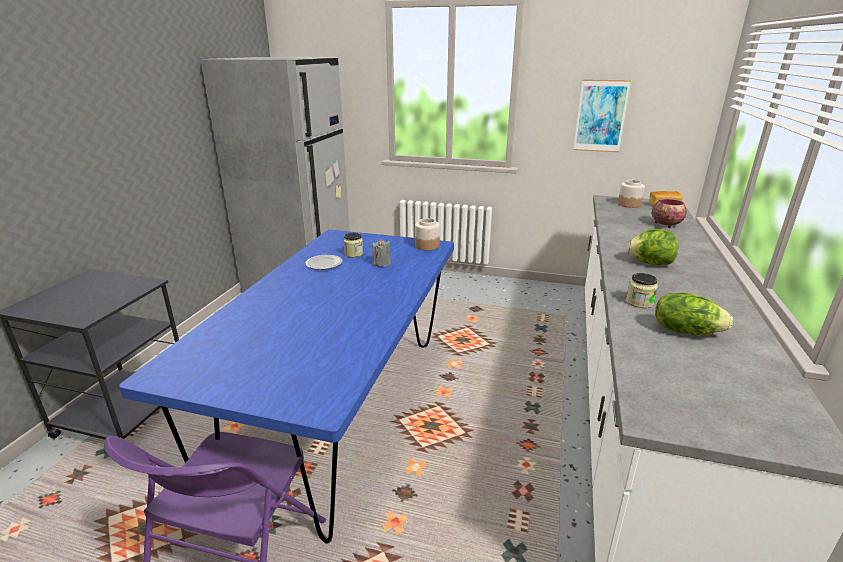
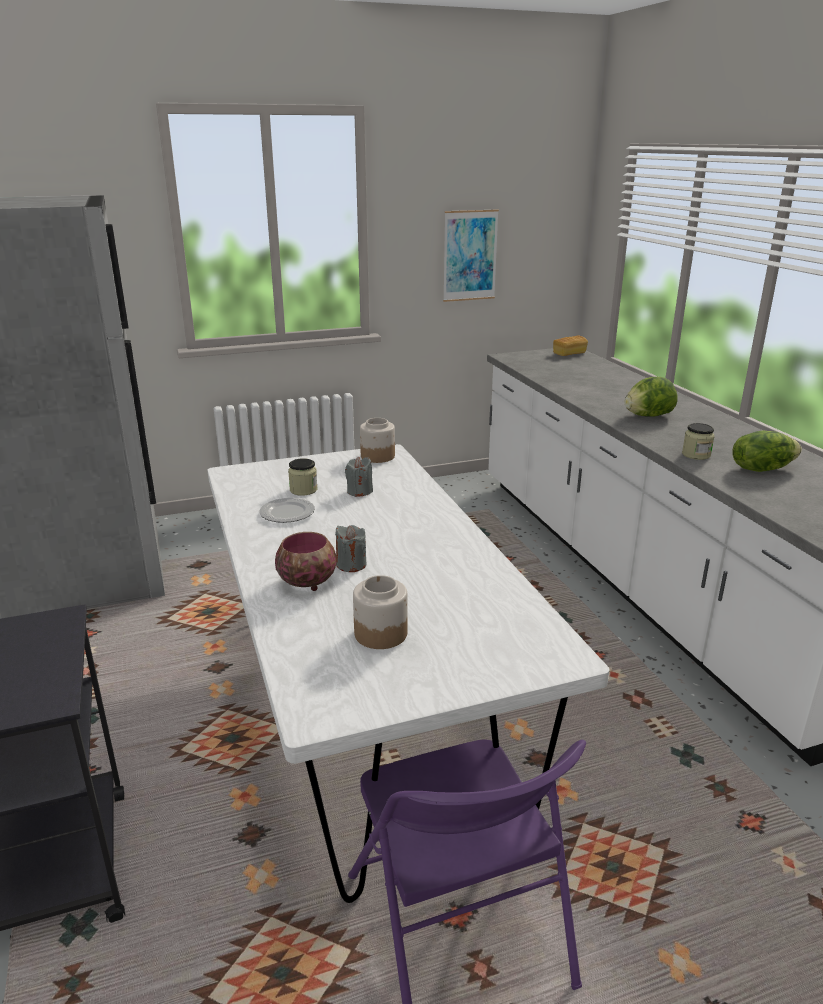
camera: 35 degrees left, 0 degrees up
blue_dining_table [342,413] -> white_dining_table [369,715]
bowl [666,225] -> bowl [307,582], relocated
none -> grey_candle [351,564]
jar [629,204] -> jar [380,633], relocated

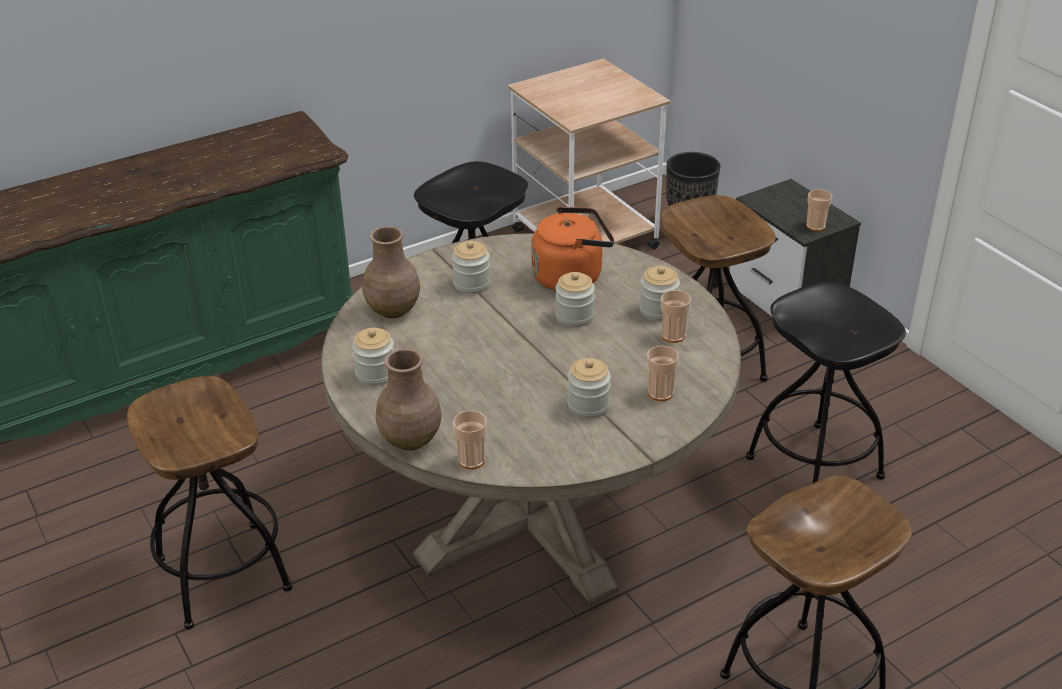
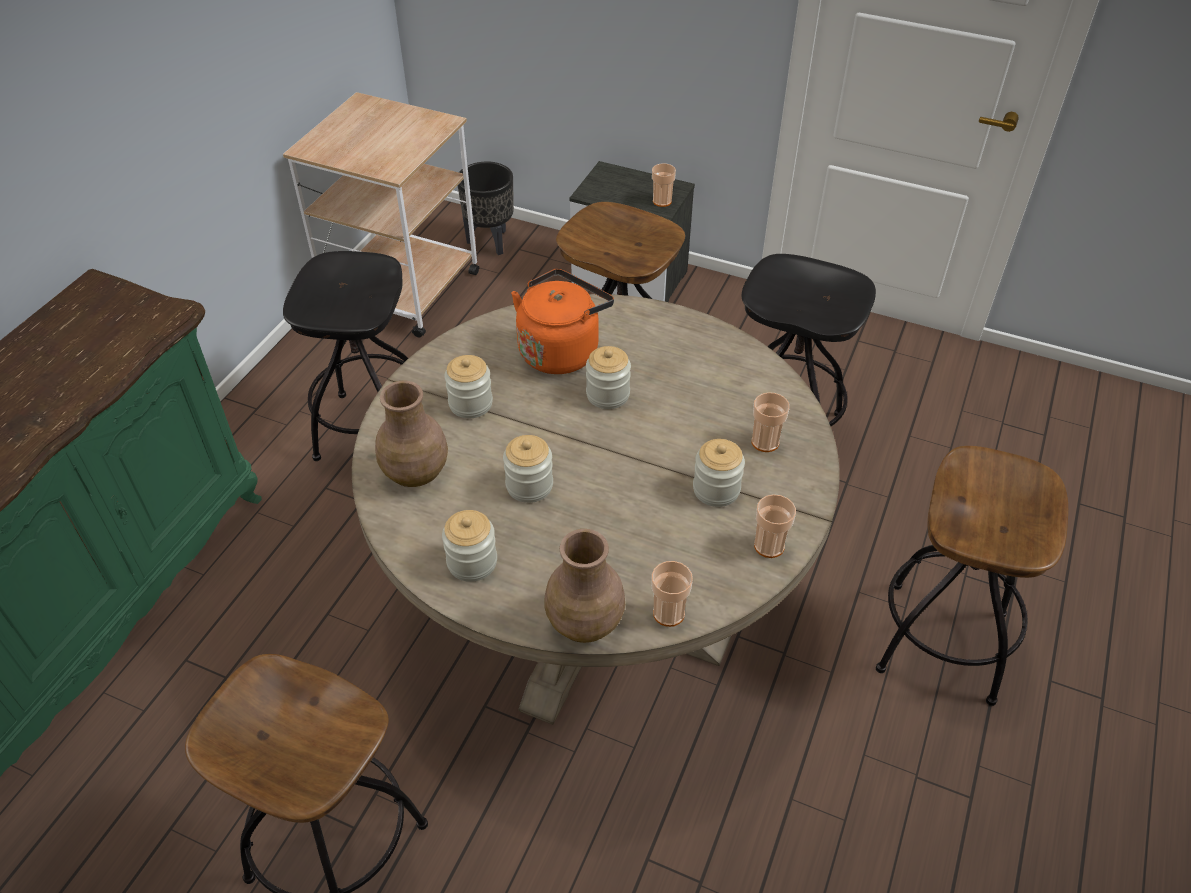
camera: 35 degrees left, 10 degrees up
jar [658,310] -> jar [529,485], relocated
cup [673,335] -> cup [769,546], relocated

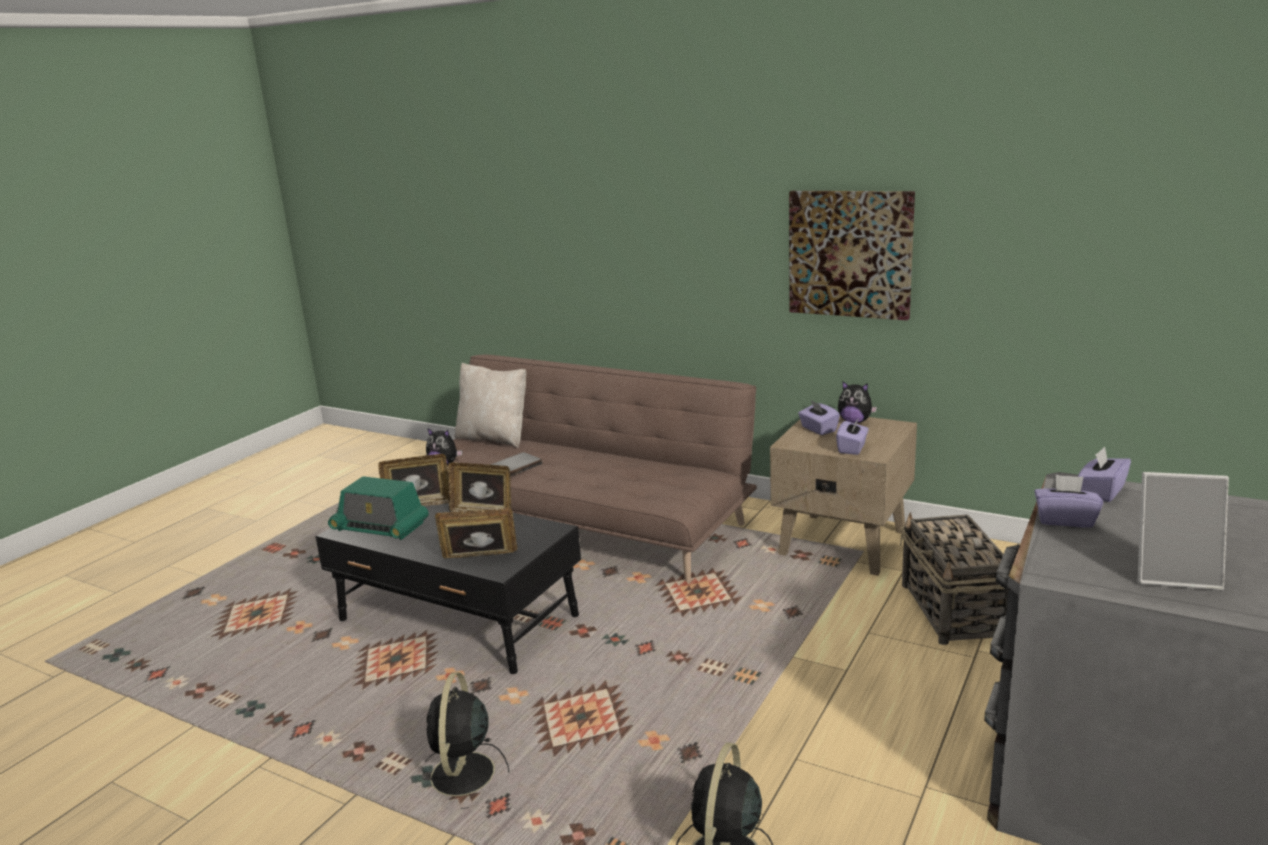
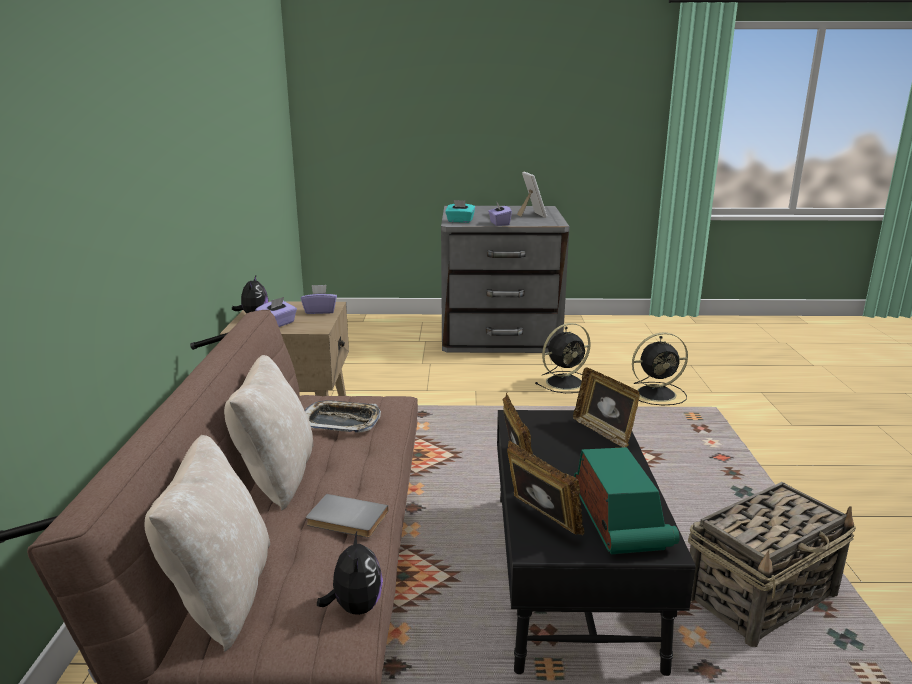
camera: 120 degrees left, 0 degrees up
none -> beige_pillow [276,477]
none -> tray [341,422]
purple_tissue_box [1101,491] -> turquoise_tissue_box [460,221]
black_fan [462,777] -> black_fan [566,382], relocated
basket [954,611] -> basket [761,596], relocated
picture [850,253] -> none

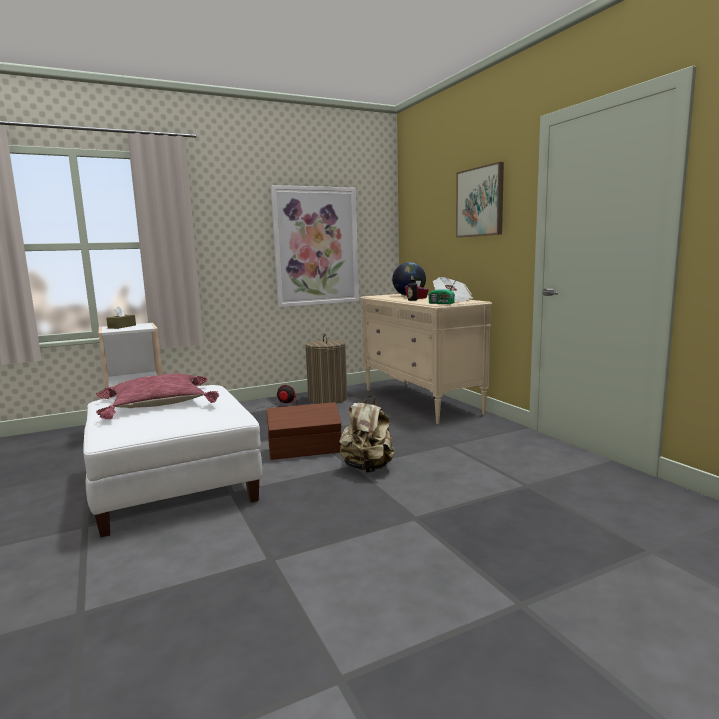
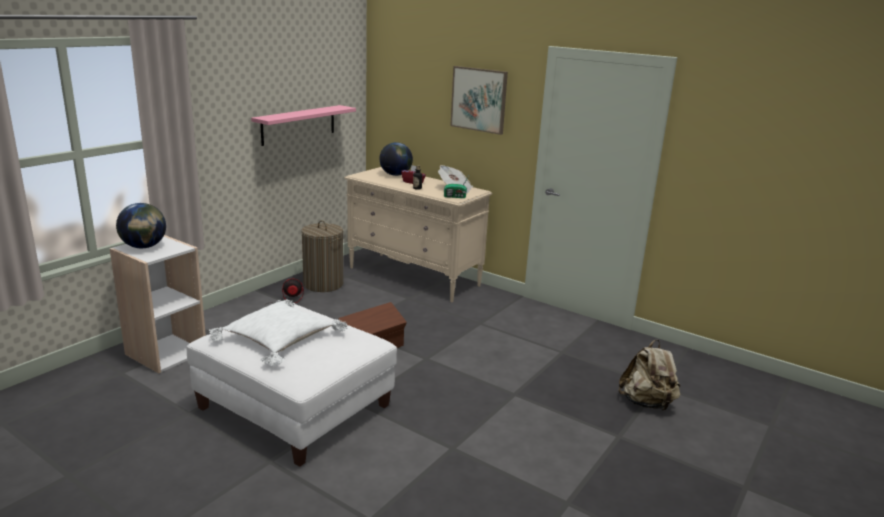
camera: 30 degrees left, 10 degrees up
brown_tissue_box [122,326] -> globe [144,247]
red_pillow [158,401] -> white_pillow [279,335]
picture [316,246] -> pink_shelf [298,125]
beige_backpack [368,468] -> beige_backpack [647,403], relocated

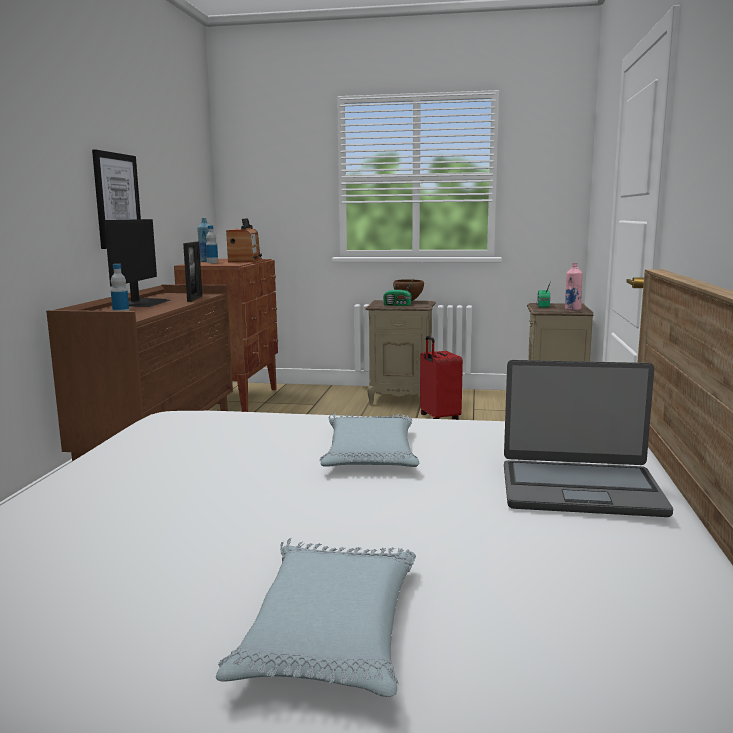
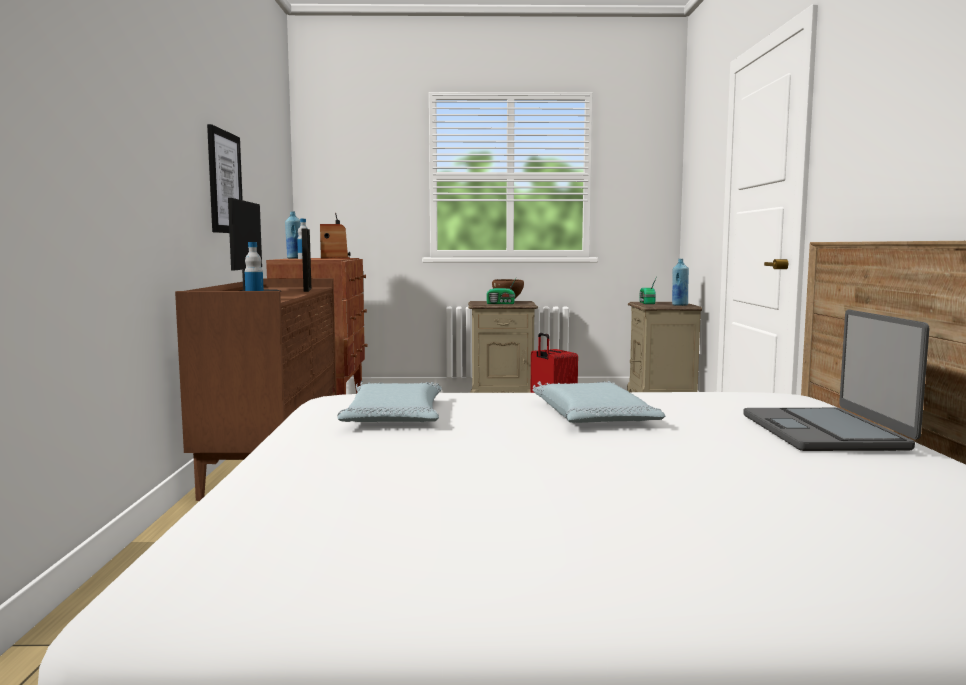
camera: 10 degrees left, 5 degrees down
blue_pillow [329,626] -> blue_pillow [394,414], relocated
pink_bottle [572,309] -> blue_bottle [679,305]
laptop [580,489] -> laptop [825,432], 90 degrees clockwise

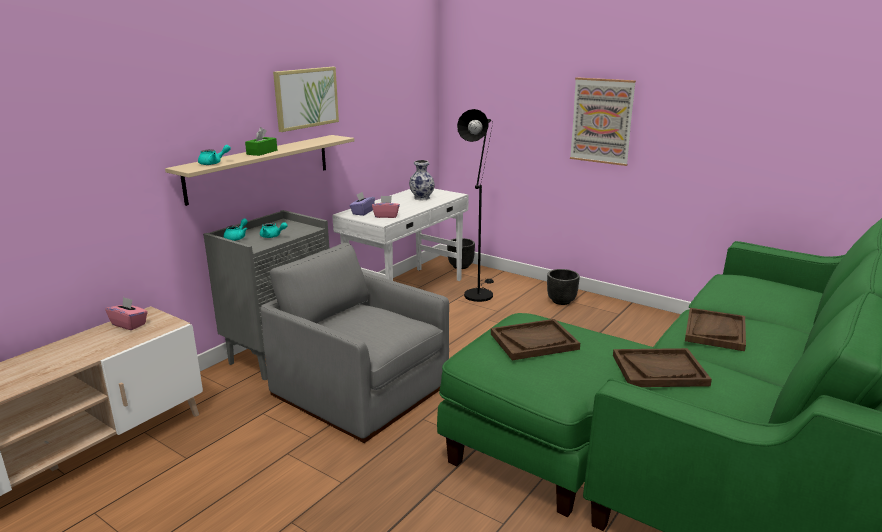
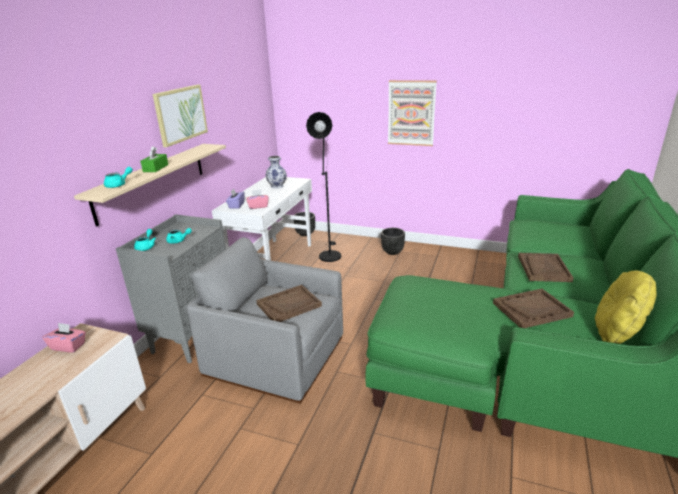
camera: 15 degrees left, 5 degrees up
brown_tray [534,341] -> brown_tray [289,305], relocated
none -> yellow_pillow [616,335]

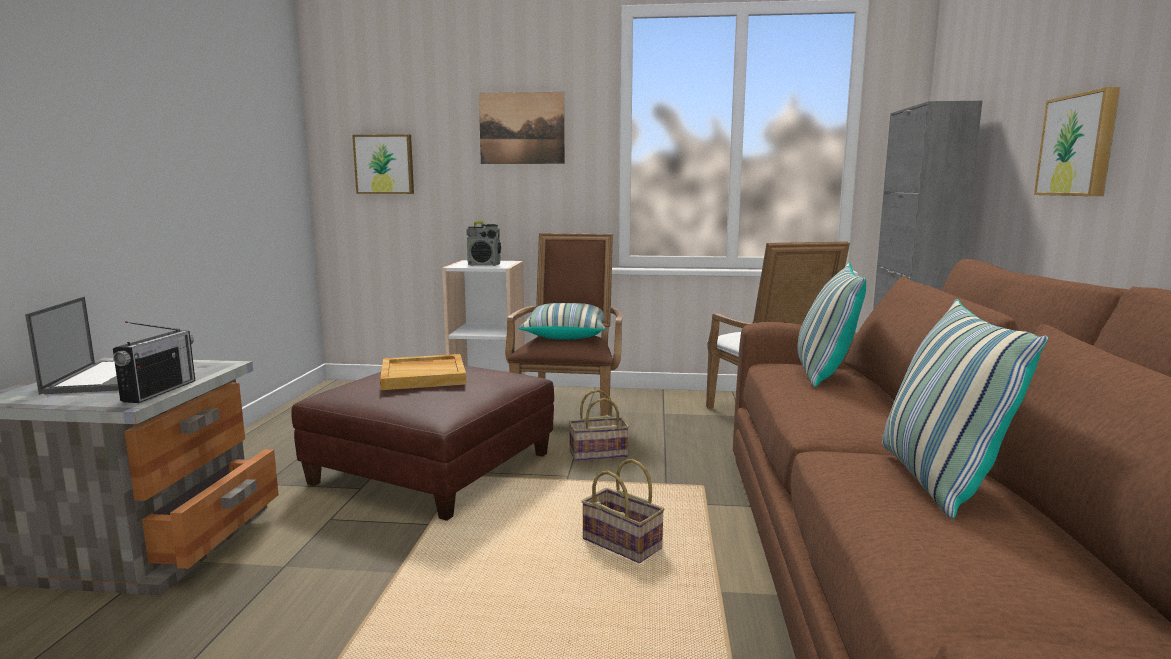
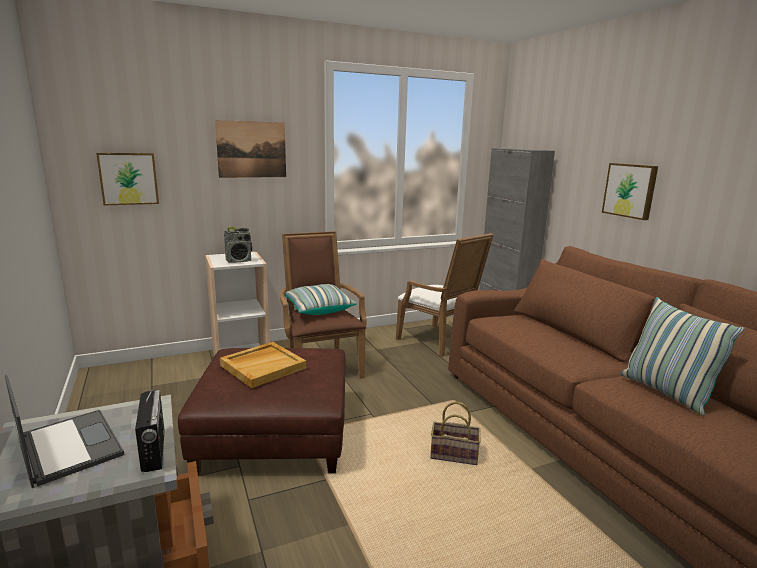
camera: 30 degrees left, 5 degrees up
basket [597,454] -> none
pillow [823,374] -> none

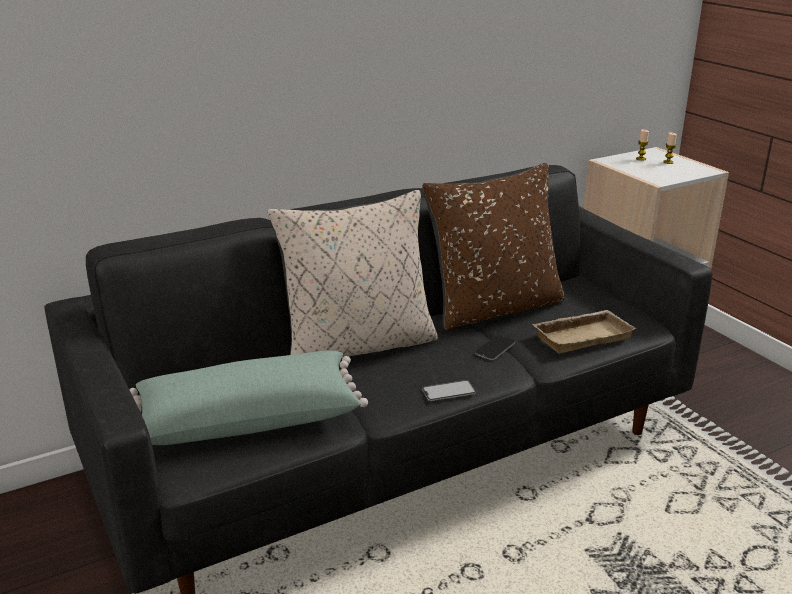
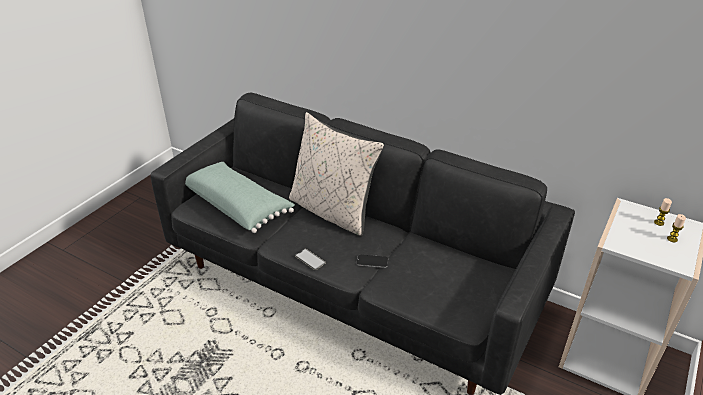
camera: 60 degrees right, 10 degrees up
brown_pillow [495,308] -> none
beige_tray [582,336] -> none

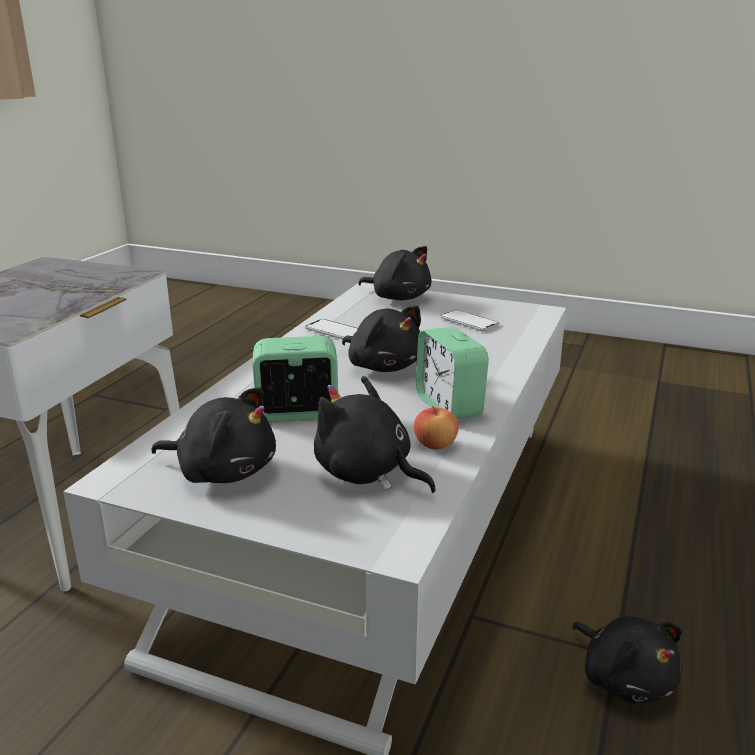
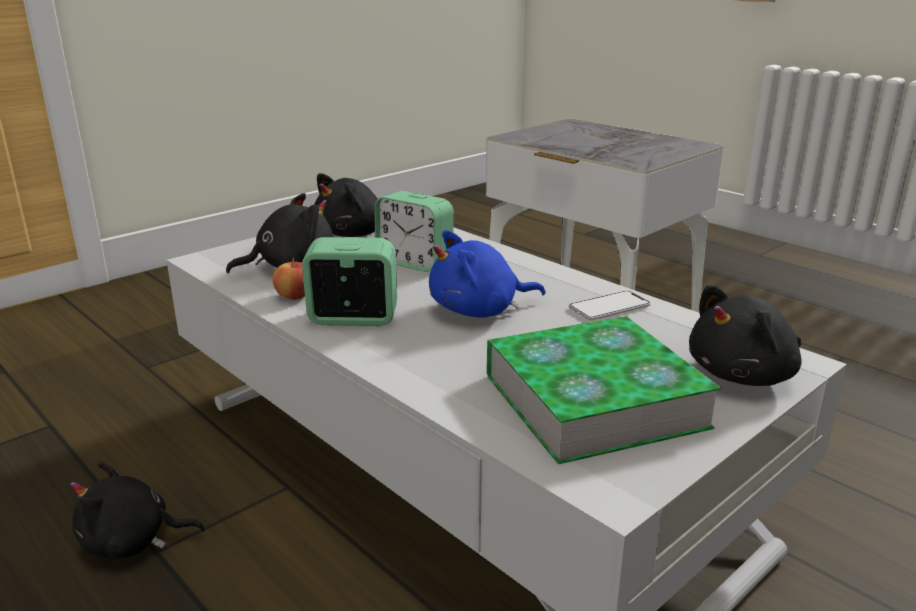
camera: 115 degrees right, 0 degrees up
alarm_clock [297,412] -> alarm_clock [414,262], 105 degrees clockwise
black_plush_toy [383,366] -> blue_plush_toy [479,310]
phone [469,322] -> book [593,400]

